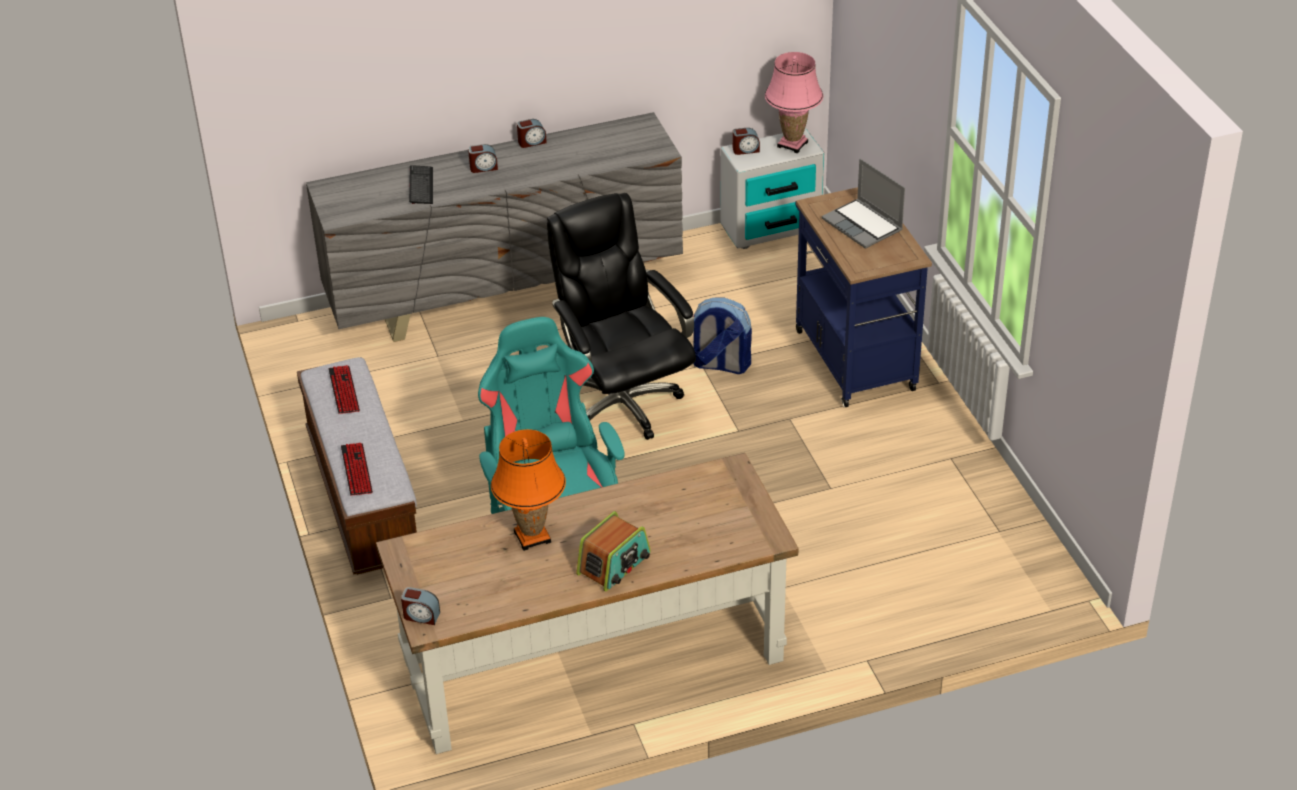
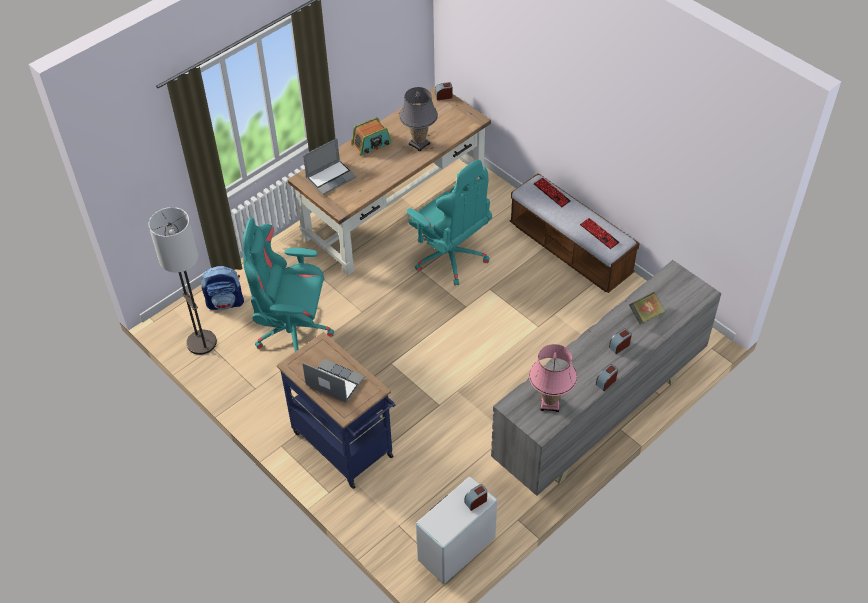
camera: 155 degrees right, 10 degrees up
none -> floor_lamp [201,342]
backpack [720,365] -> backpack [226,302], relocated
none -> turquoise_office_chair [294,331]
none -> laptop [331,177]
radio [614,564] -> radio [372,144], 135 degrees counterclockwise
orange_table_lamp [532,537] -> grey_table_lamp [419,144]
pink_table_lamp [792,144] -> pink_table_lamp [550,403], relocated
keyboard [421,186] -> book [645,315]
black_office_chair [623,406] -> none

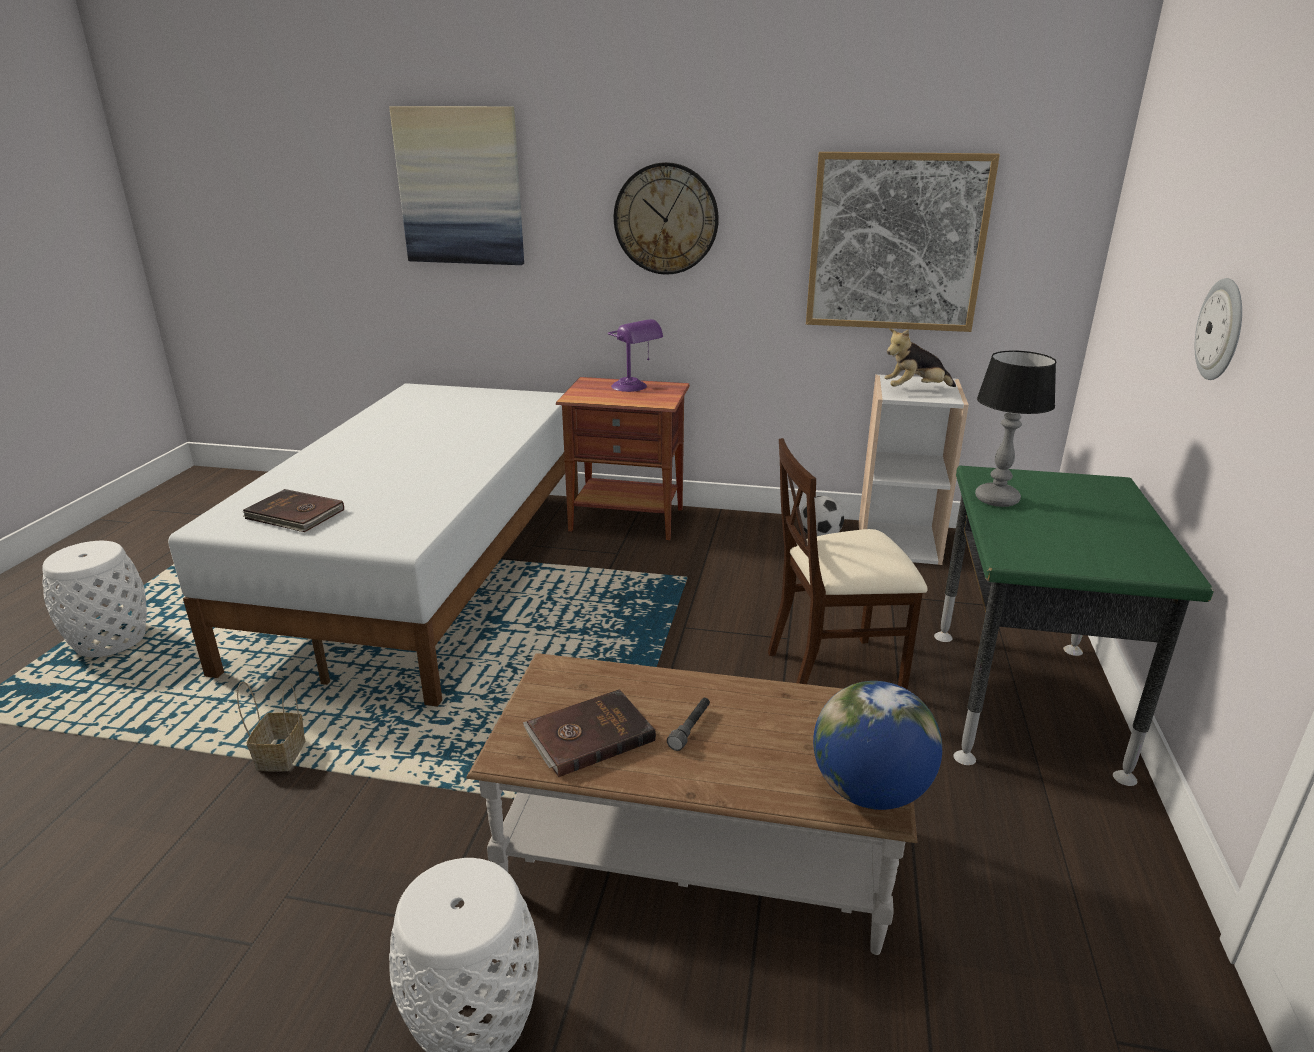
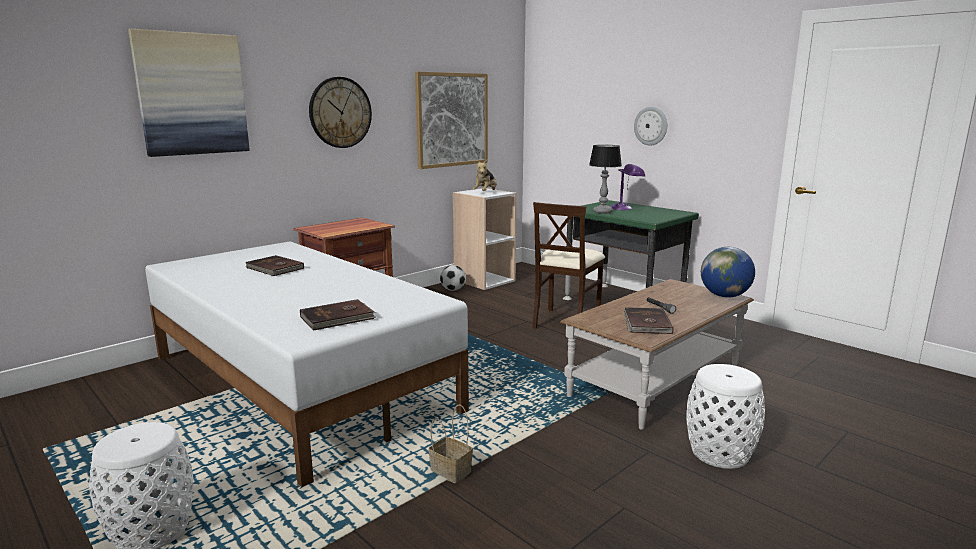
camera: 55 degrees left, 10 degrees down
none -> brown_book [274,268]
purple_table_lamp [634,387] -> purple_table_lamp [625,207], relocated

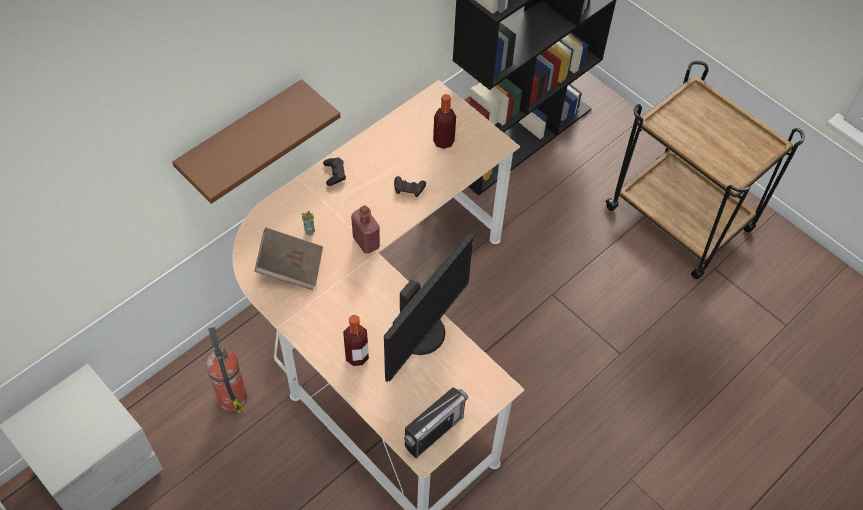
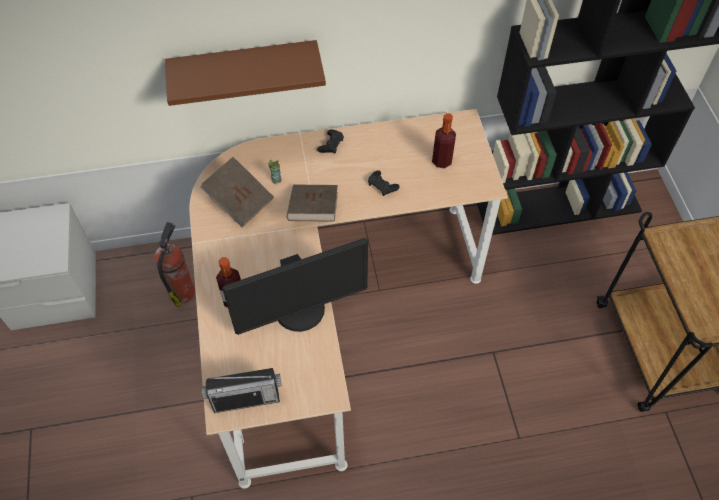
camera: 35 degrees right, 0 degrees up
red_bottle [366,242] -> brown_book [313,212]

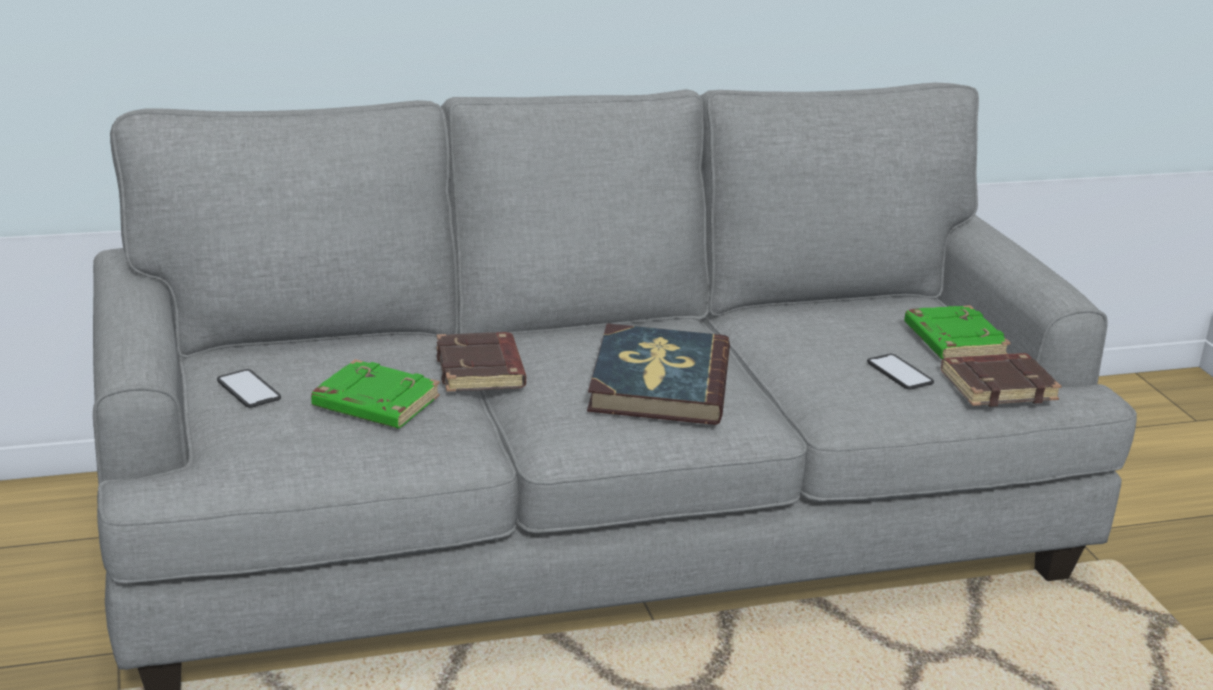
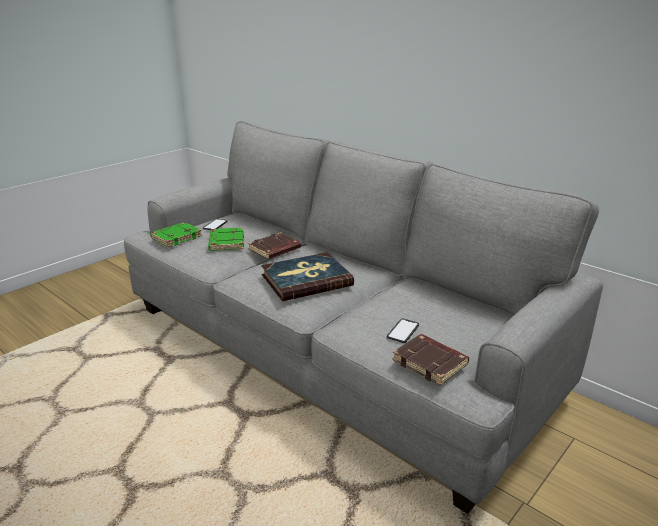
camera: 60 degrees right, 0 degrees up
green_book [952,340] -> green_book [176,237], relocated

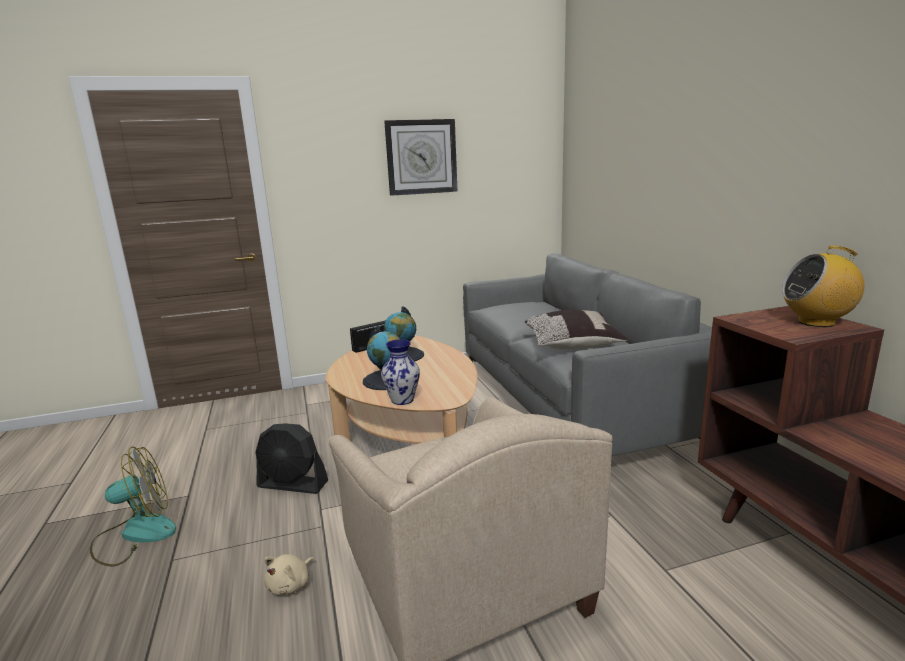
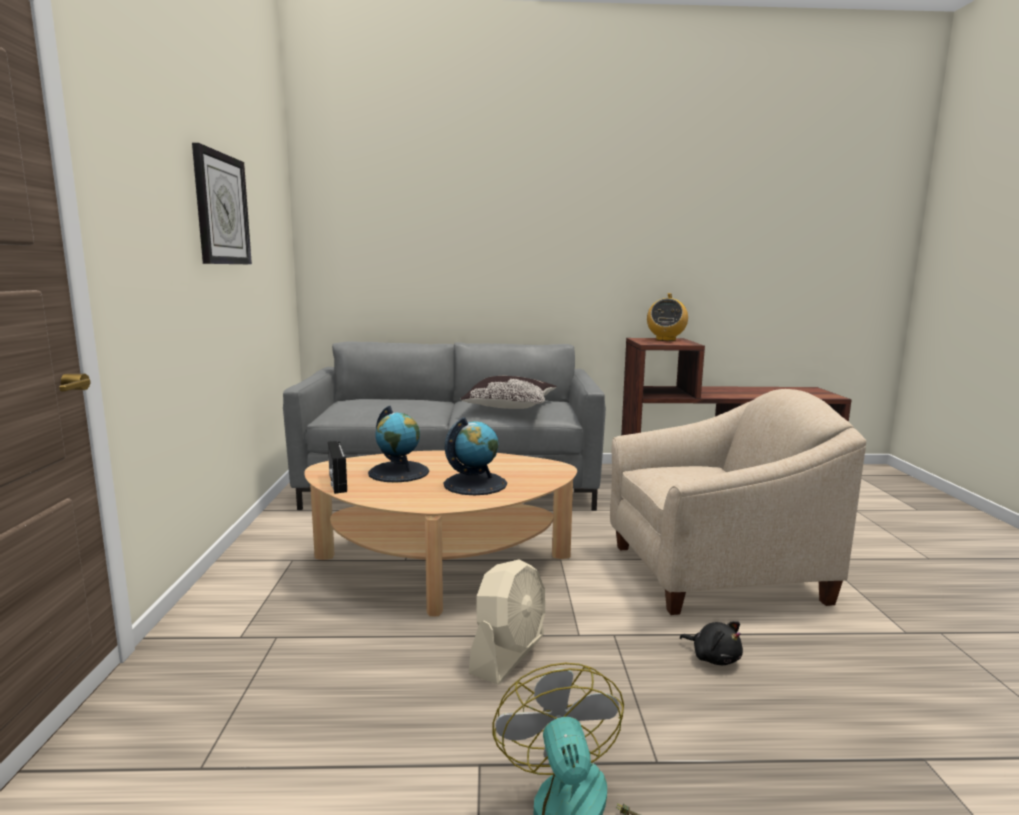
camera: 75 degrees left, 5 degrees down
black_fan [293,484] -> beige_fan [508,654]
beige_plush_toy [291,585] -> black_plush_toy [713,657]
vase [402,400] -> none

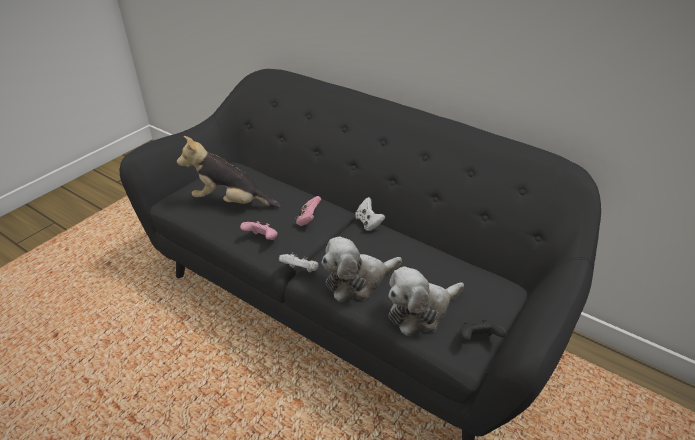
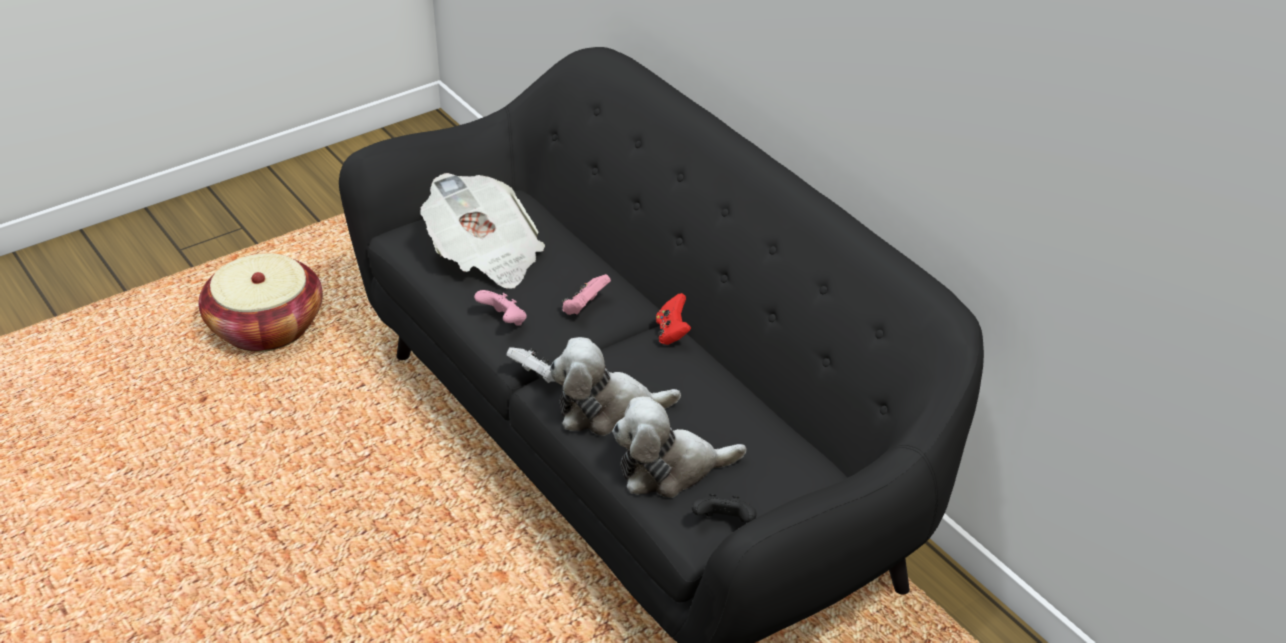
camera: 20 degrees right, 0 degrees up
none -> basket [266,327]
plush_toy [231,202] -> newspaper [485,256]
white_game_controller [368,223] -> red_game_controller [672,333]

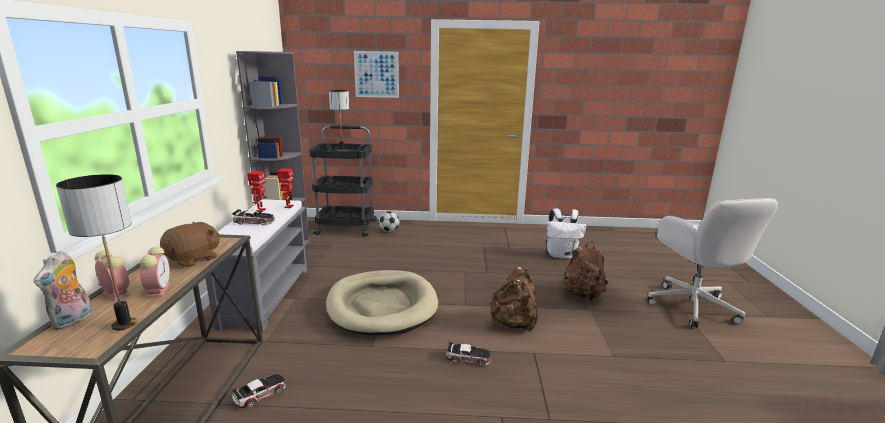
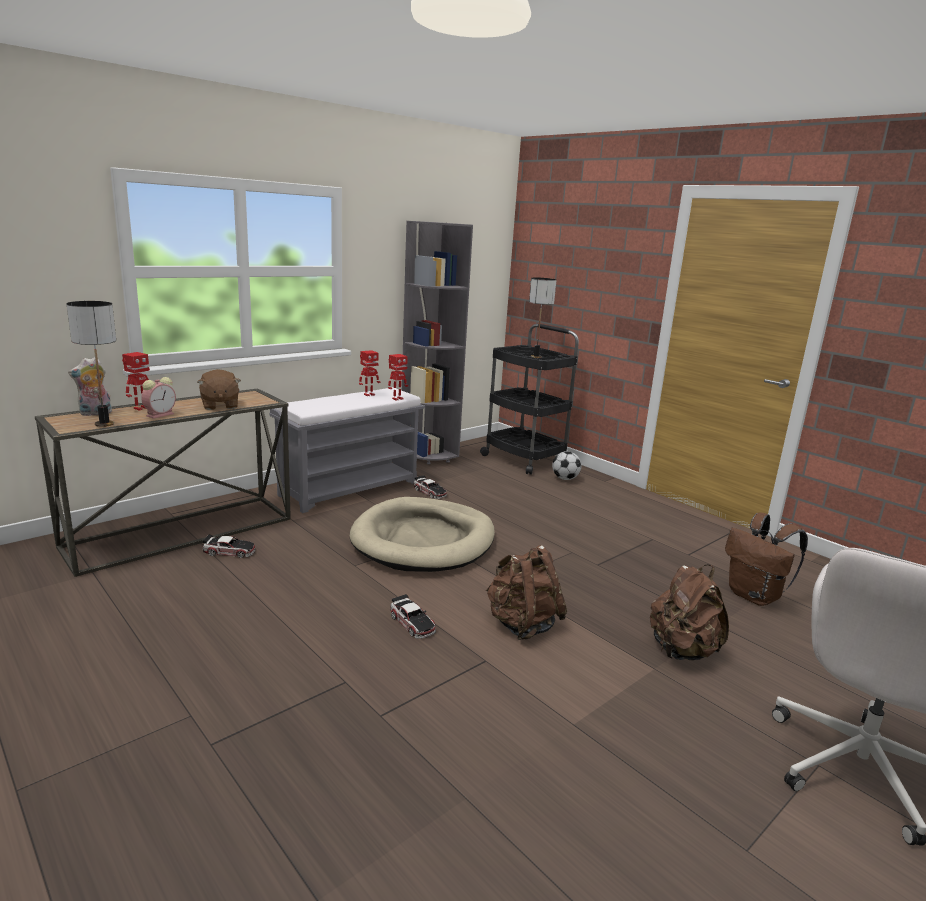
camera: 45 degrees right, 0 degrees up
alarm_clock [115,293] -> toy_robot [140,408]
brown_plush_toy [194,259] -> brown_plush_toy [219,405], 75 degrees clockwise
toy_car [254,221] -> toy_car [430,492], relocated
white_backpack [561,255] -> brown_backpack [755,596]
picture [376,74] -> none

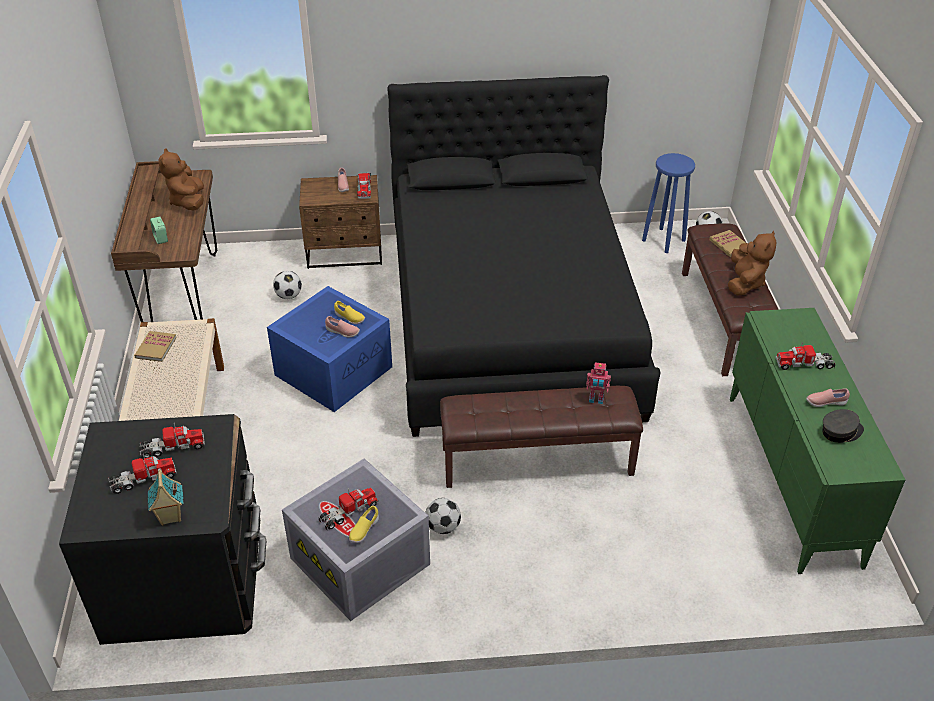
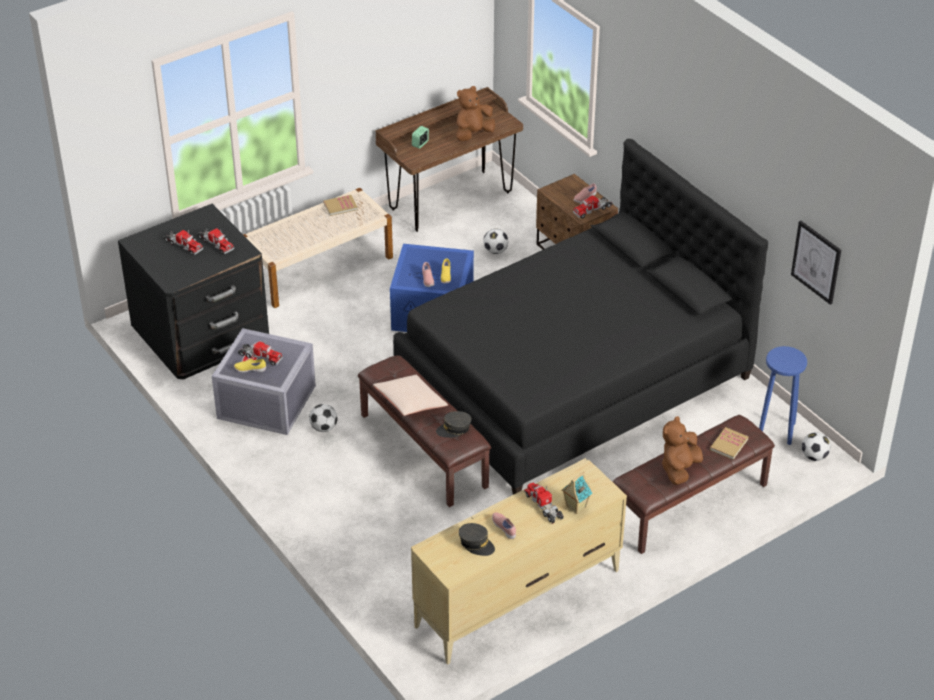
camera: 60 degrees right, 0 degrees up
none -> beige_pillow [410,403]
green_dresser [793,478] -> beige_dresser [517,599]
toy_robot [596,399] -> grey_cap [454,429]
toy_house [170,517] -> toy_house [575,506], relocated
brown_plush_toy [745,283] -> brown_plush_toy [679,469], 135 degrees clockwise
none -> picture [816,262]

